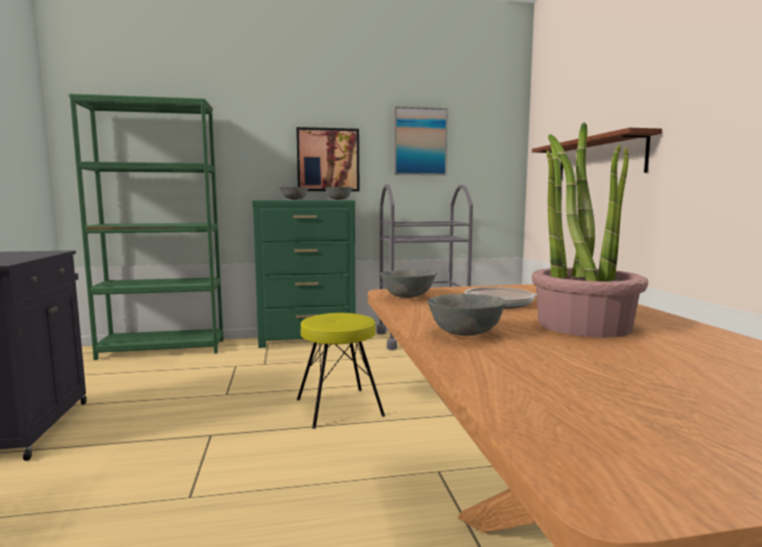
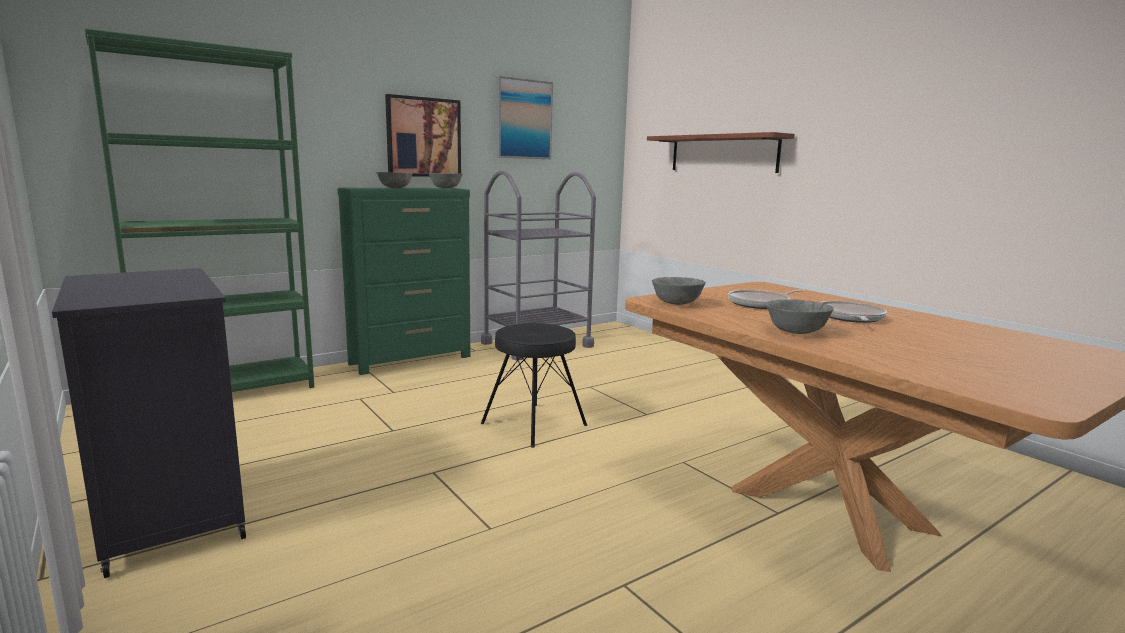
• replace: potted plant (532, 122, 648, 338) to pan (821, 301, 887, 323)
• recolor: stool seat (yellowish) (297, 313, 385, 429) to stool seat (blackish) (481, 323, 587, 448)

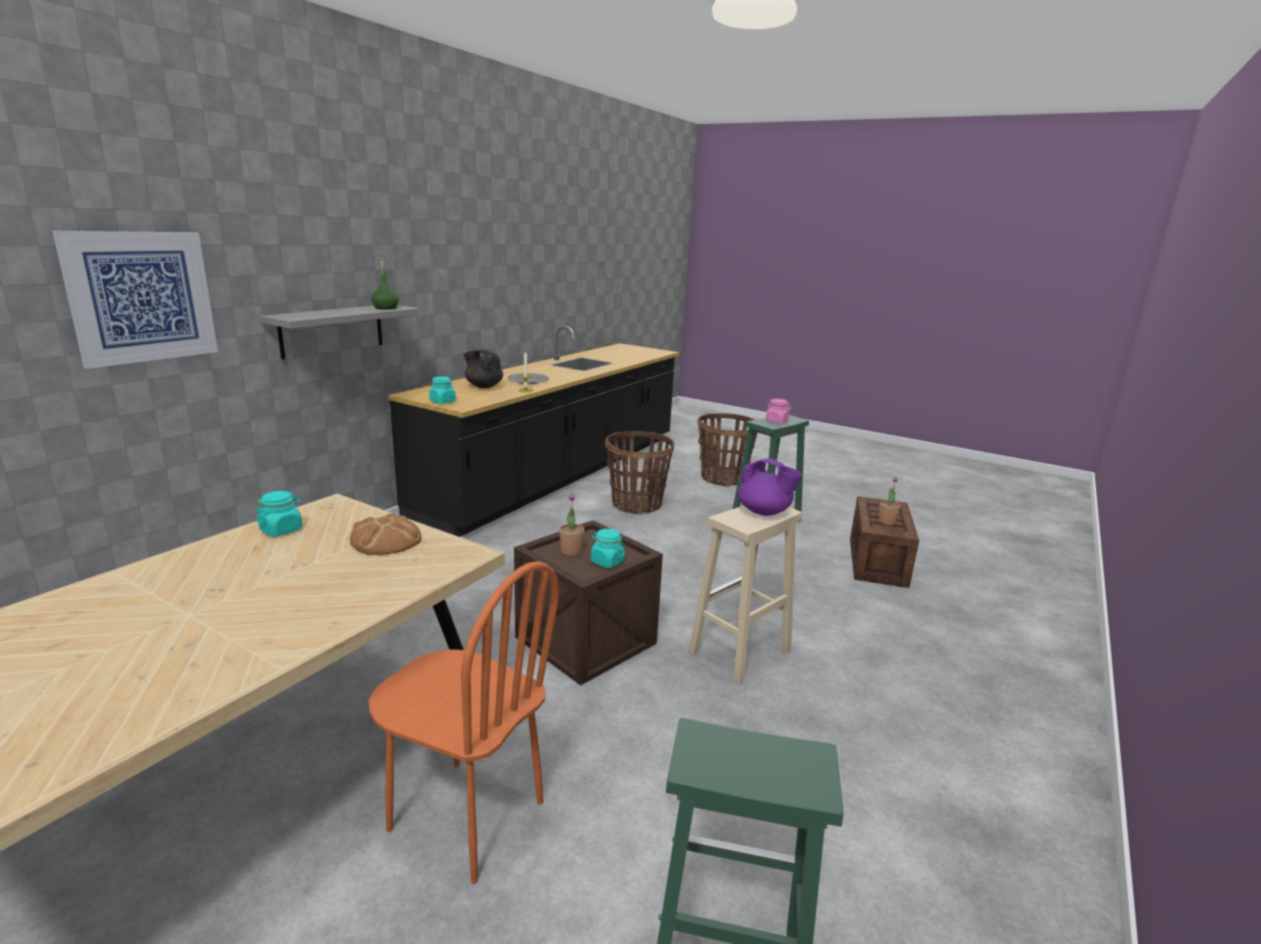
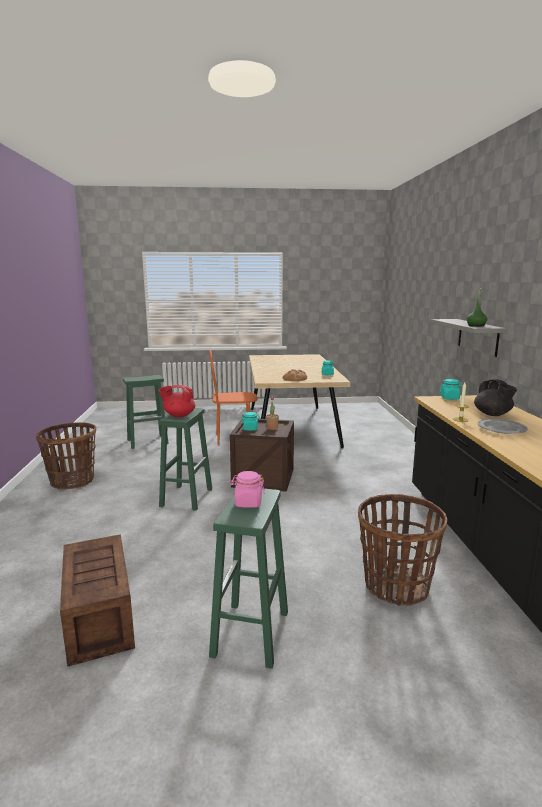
• delete: wall art (52, 231, 218, 369)
• rotate: tea pot (blackish) (463, 350, 503, 388) = (474, 379, 517, 416) 75 degrees clockwise
• move: storage basket (697, 413, 758, 487) to (36, 422, 96, 489)
• recolor: tea pot (purple) (738, 458, 802, 516) to tea pot (red) (159, 385, 195, 417)
• delete: potted plant (879, 477, 900, 525)
• recolor: stool seat (beige-coloured) (688, 505, 802, 684) to stool seat (green) (159, 408, 212, 511)

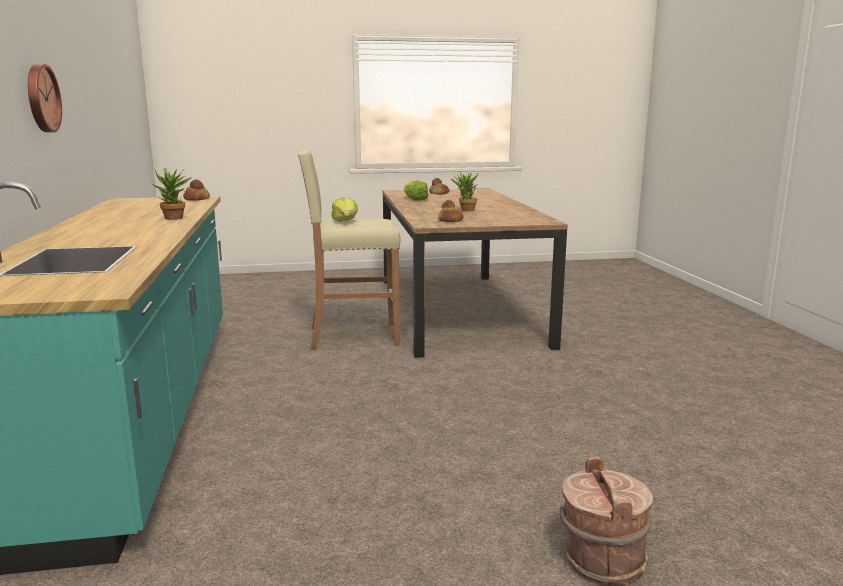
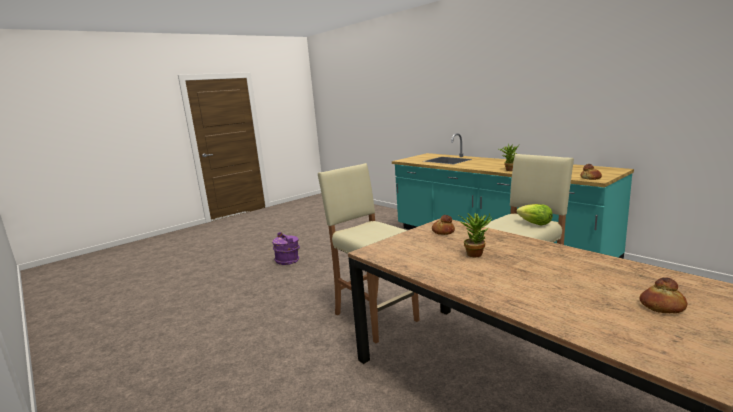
• delete: hanging clock (28, 64, 62, 132)
• delete: head of lettuce (404, 180, 429, 201)
• recolor: pail (brown) (559, 456, 653, 585) to pail (purple) (272, 232, 300, 265)
• insert: stool seat (beige-coloured) (318, 163, 420, 343)

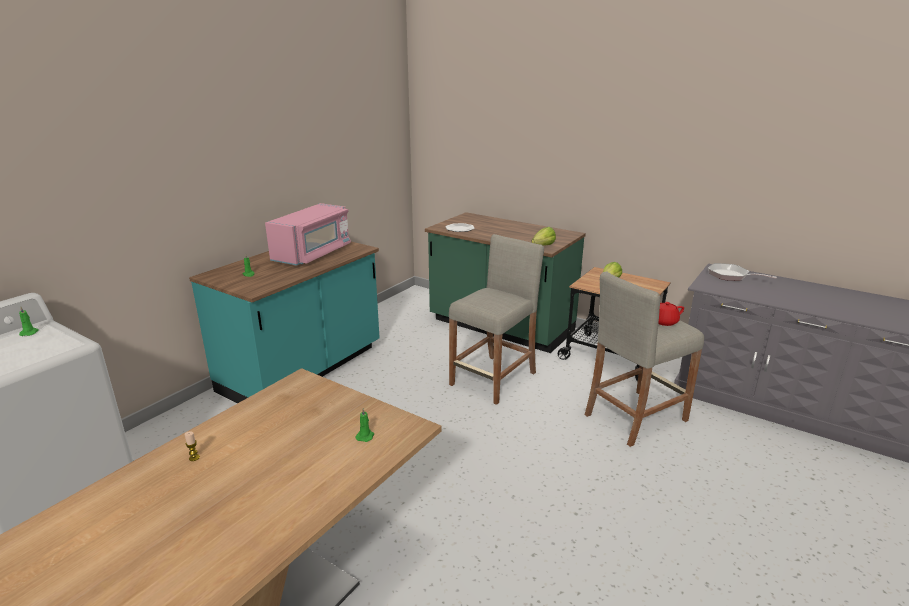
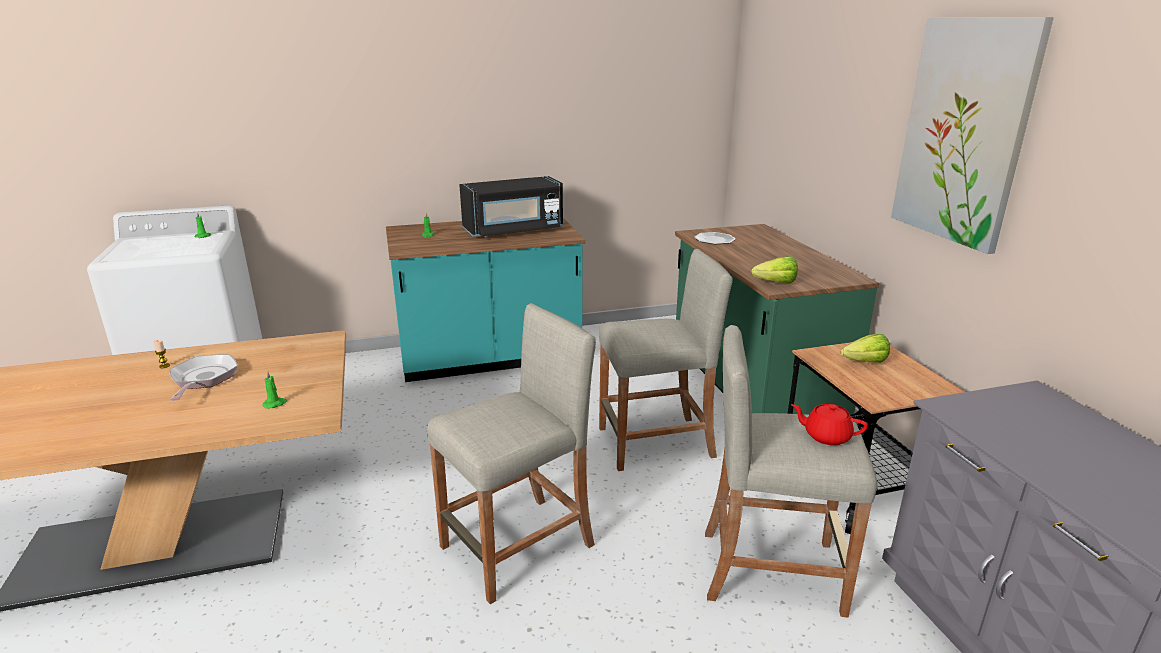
• recolor: microwave (pink-coloured) (265, 203, 351, 266) to microwave (blackish) (459, 176, 563, 238)
• move: pan (708, 263, 777, 281) to (169, 354, 238, 401)
• insert: wall art (891, 17, 1054, 254)
• insert: stool seat (beige-coloured) (427, 303, 596, 604)

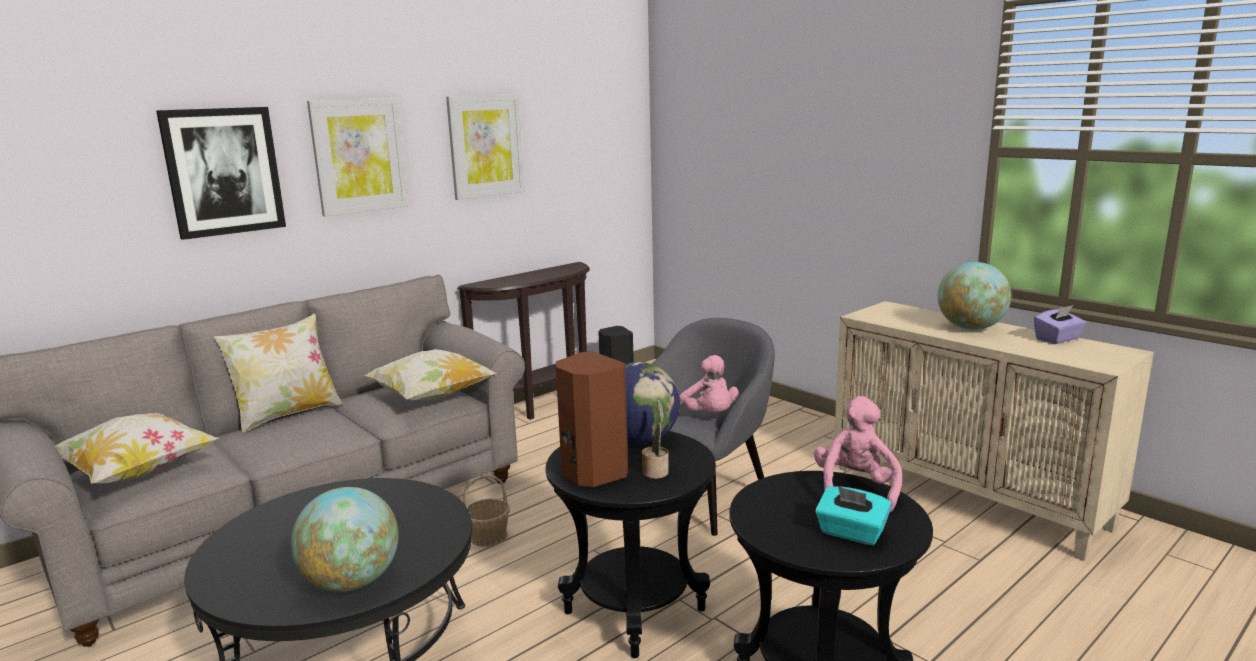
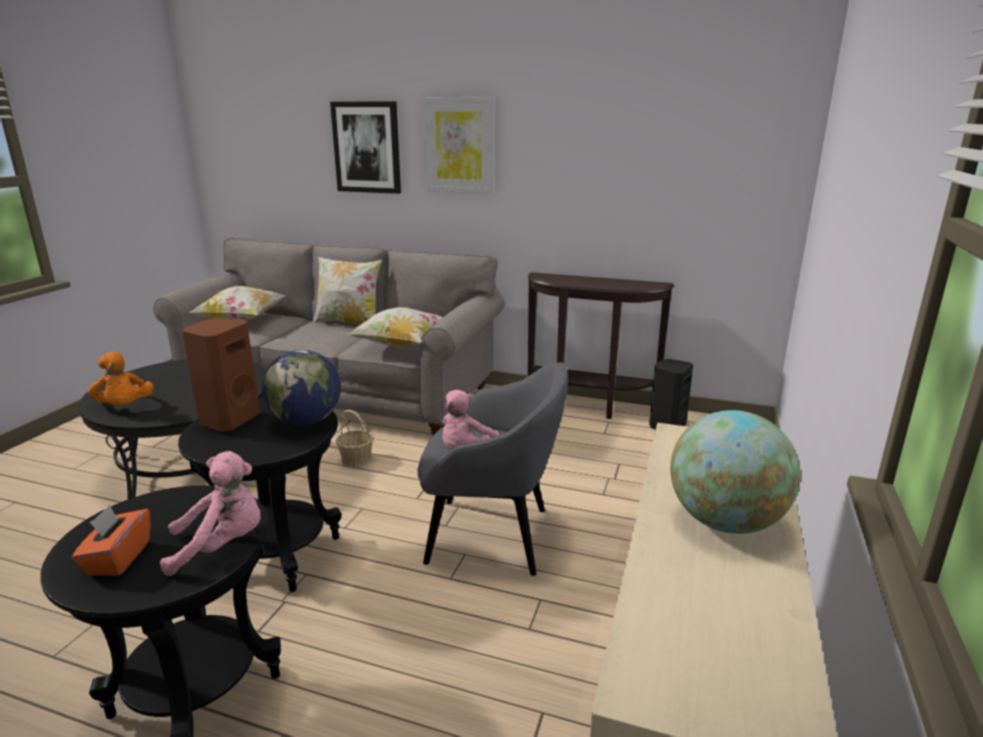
• delete: wall art (446, 94, 525, 200)
• delete: box of tissues (purple) (1034, 305, 1086, 344)
• delete: potted plant (642, 399, 669, 479)
• recolor: box of tissues (turquoise-coloured) (815, 486, 892, 546) to box of tissues (orange) (72, 505, 150, 576)
• replace: world globe (291, 487, 399, 592) to cuddly toy (orange) (88, 352, 154, 405)

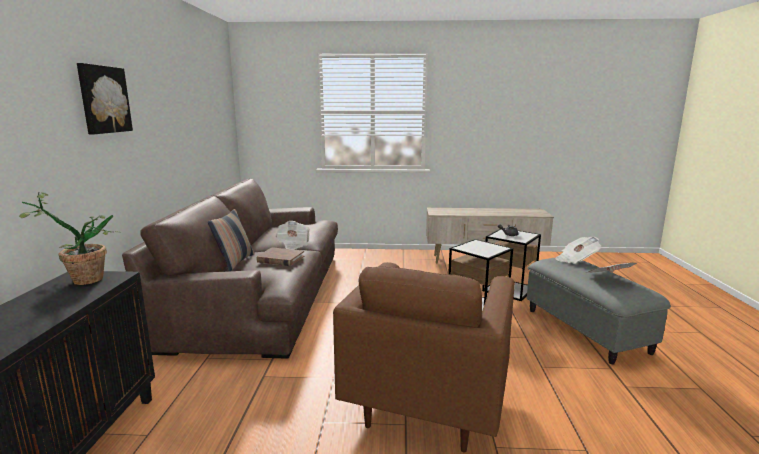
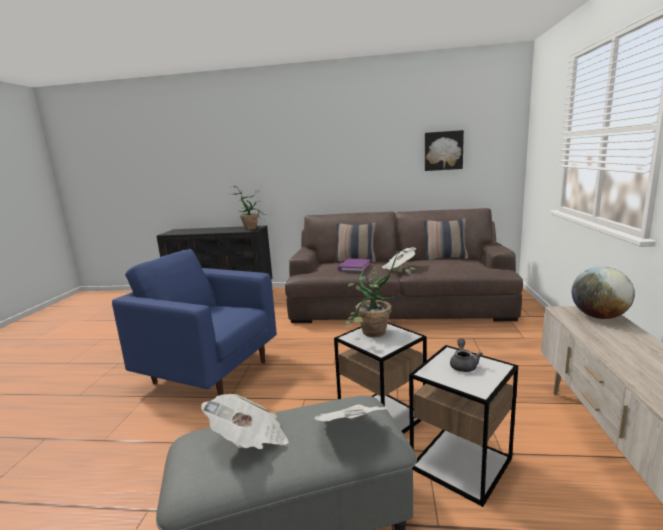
• move: wall art (77, 63, 133, 134) to (425, 130, 464, 171)
• recolor: volume (brown) (256, 247, 305, 266) to volume (purple) (337, 259, 371, 272)
• recolor: armchair (brown) (333, 262, 515, 452) to armchair (blue-coloured) (112, 249, 277, 396)
• insert: cushion (424, 218, 468, 260)
• insert: potted plant (345, 251, 417, 337)
• insert: world globe (572, 267, 635, 319)

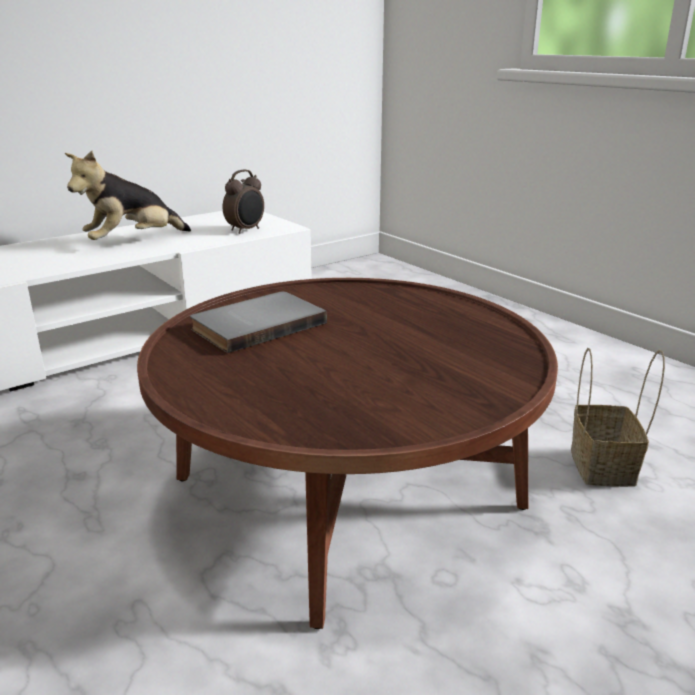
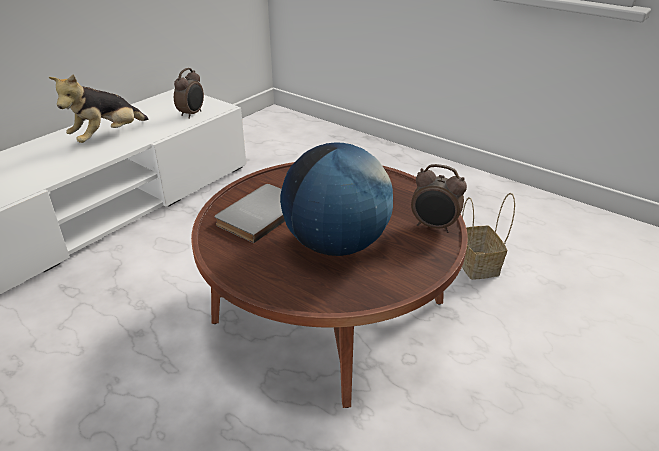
• insert: world globe (280, 142, 393, 256)
• insert: bedside clock (411, 164, 467, 233)

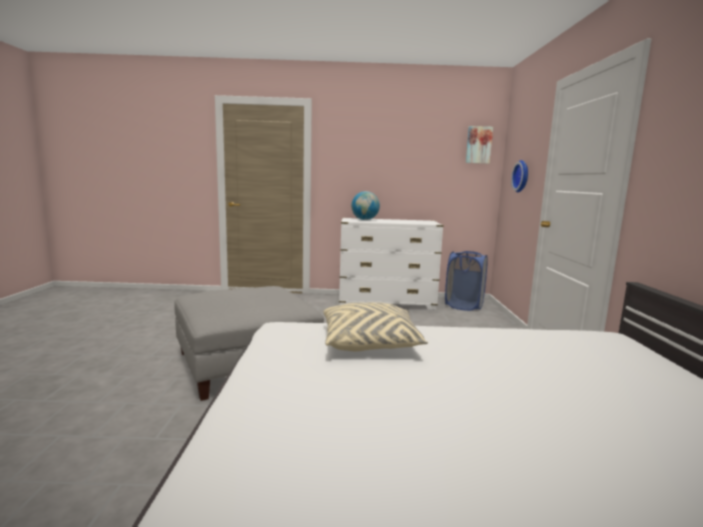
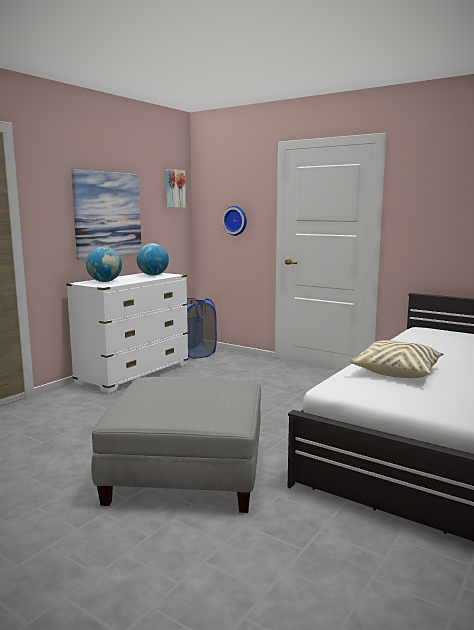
• insert: wall art (71, 169, 141, 260)
• insert: world globe (137, 243, 169, 276)

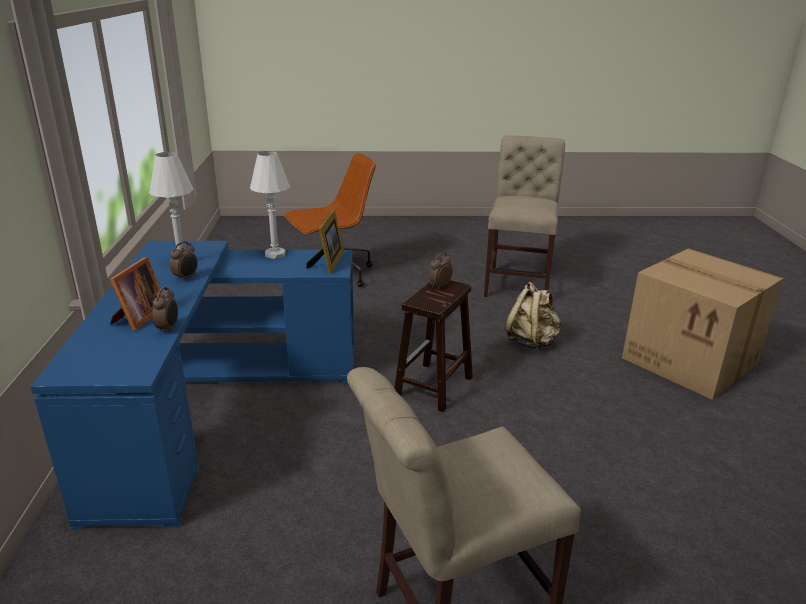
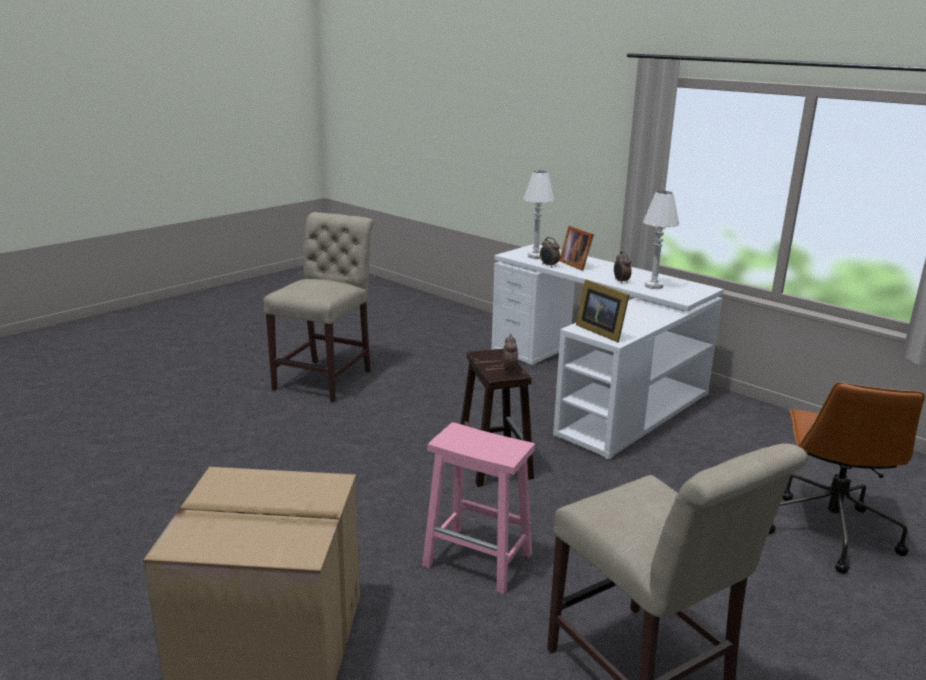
• move: table lamp (white-coloured) (250, 151, 290, 259) to (523, 171, 555, 259)
• recolor: desk unit (blue-coloured) (30, 241, 354, 529) to desk unit (white-coloured) (491, 244, 724, 461)
• replace: rucksack (beige-coloured) (505, 282, 561, 349) to stool seat (pink-coloured) (422, 422, 535, 594)

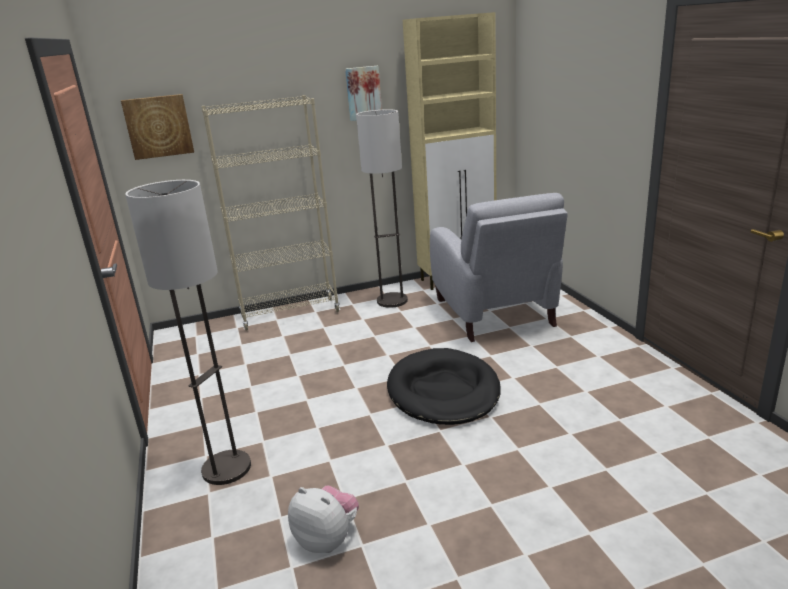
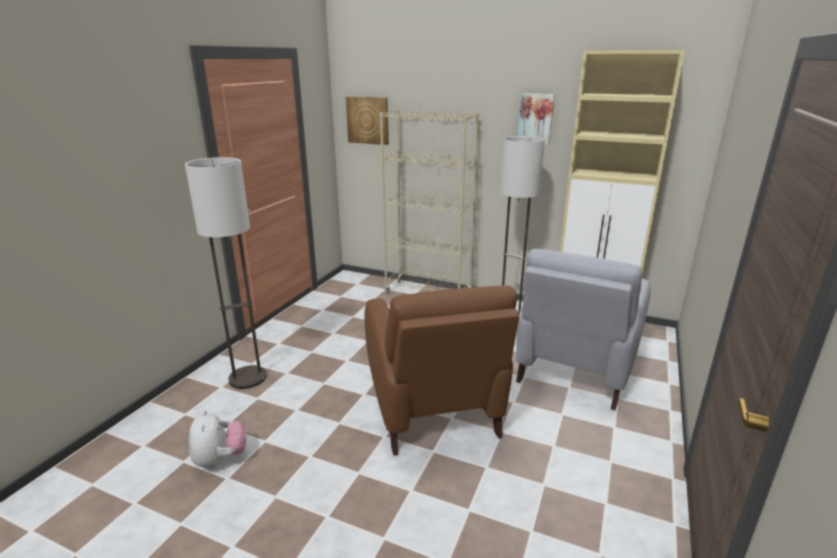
• replace: dog cushion (blackish) (387, 348, 501, 425) to armchair (brown) (364, 285, 519, 455)

